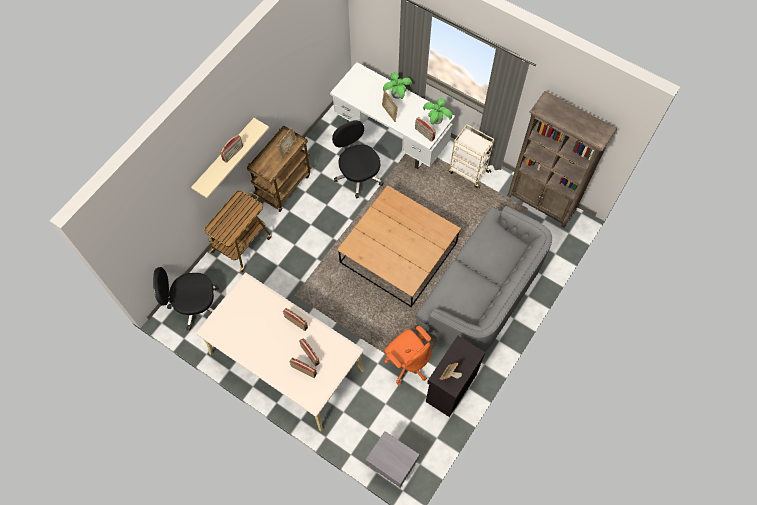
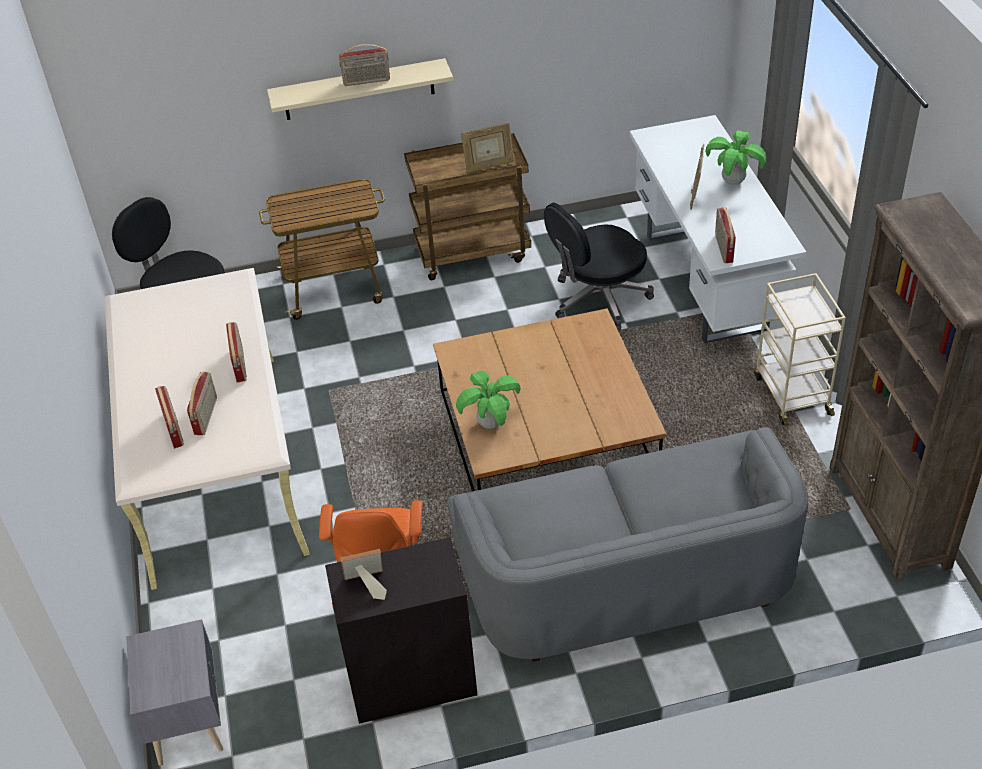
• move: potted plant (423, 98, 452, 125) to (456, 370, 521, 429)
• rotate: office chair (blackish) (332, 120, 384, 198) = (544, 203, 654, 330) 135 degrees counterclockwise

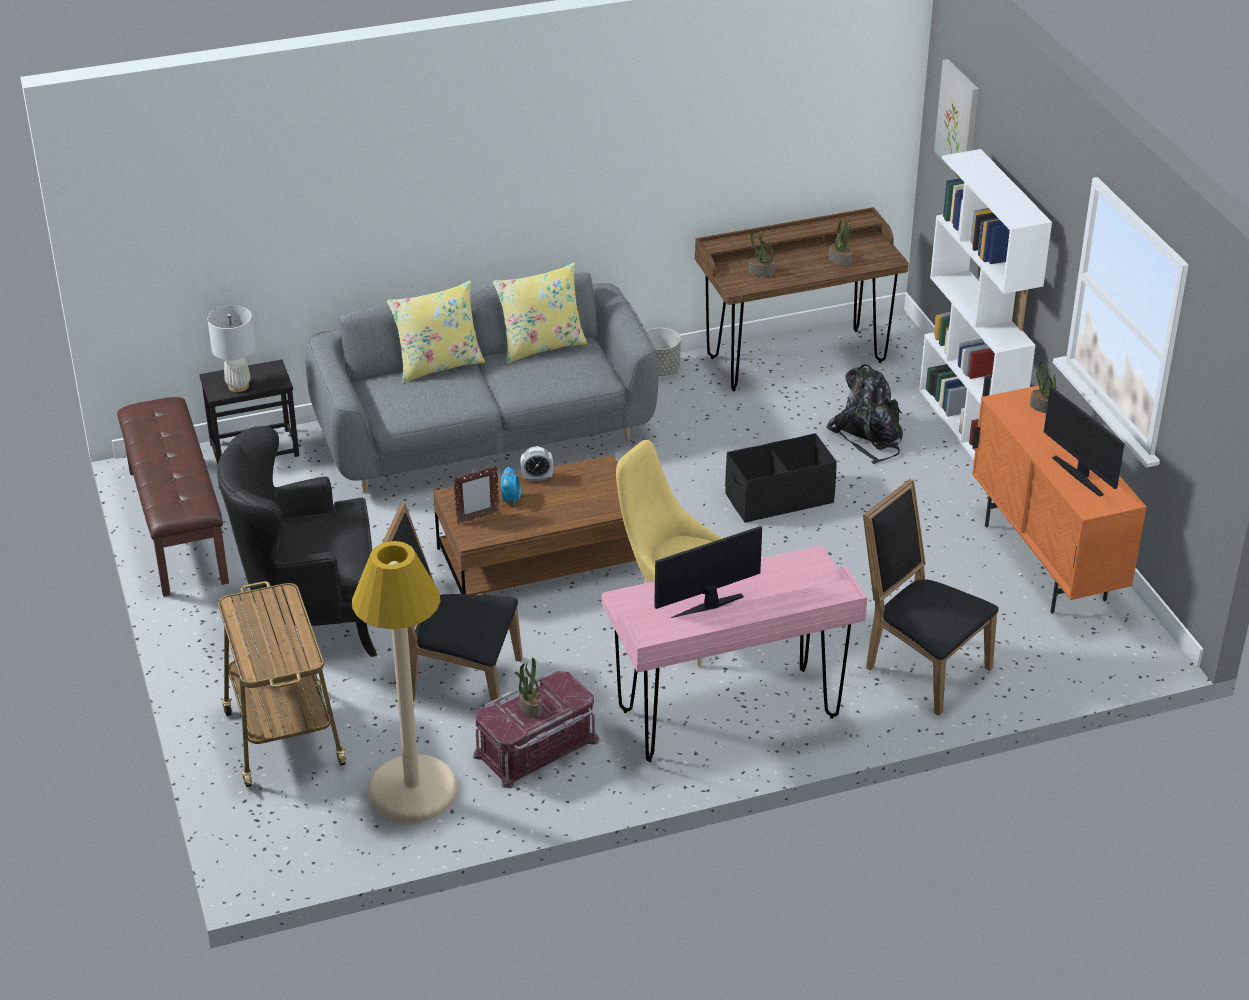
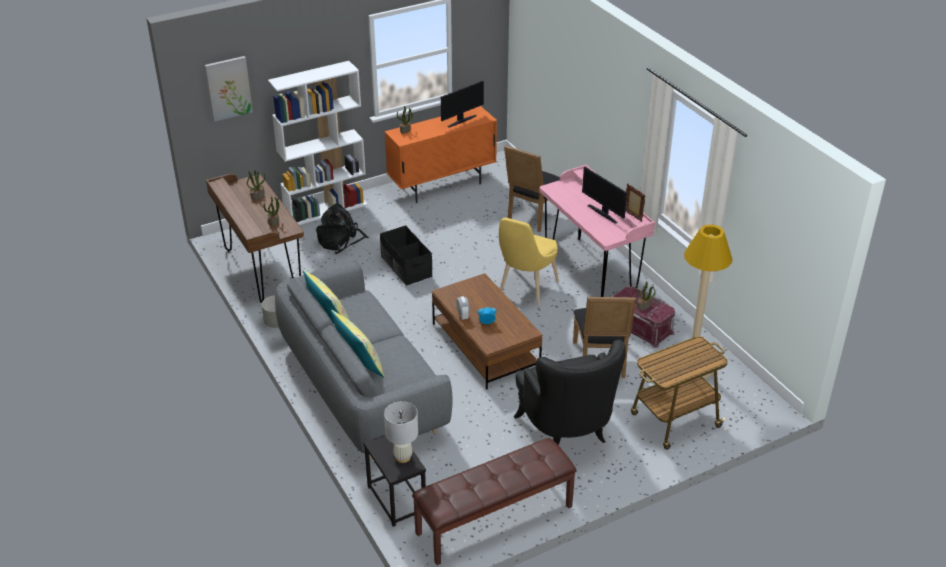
• move: picture frame (453, 465, 499, 523) to (625, 183, 646, 222)

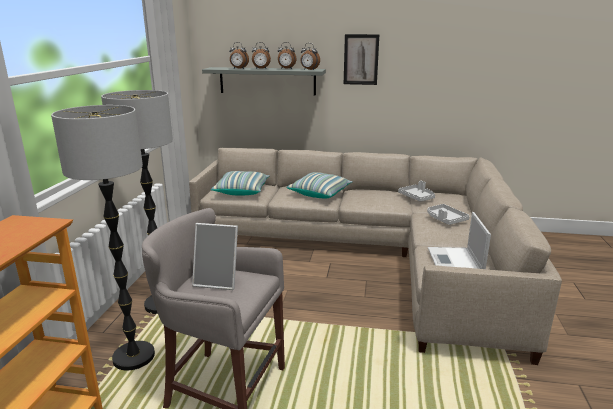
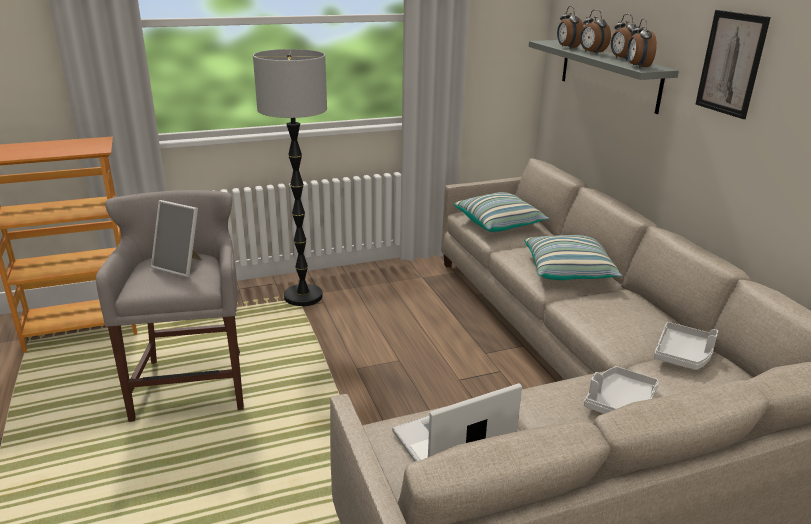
• delete: floor lamp (51, 105, 155, 370)
• rotate: picture frame (192, 223, 238, 290) = (151, 200, 203, 277) 45 degrees counterclockwise

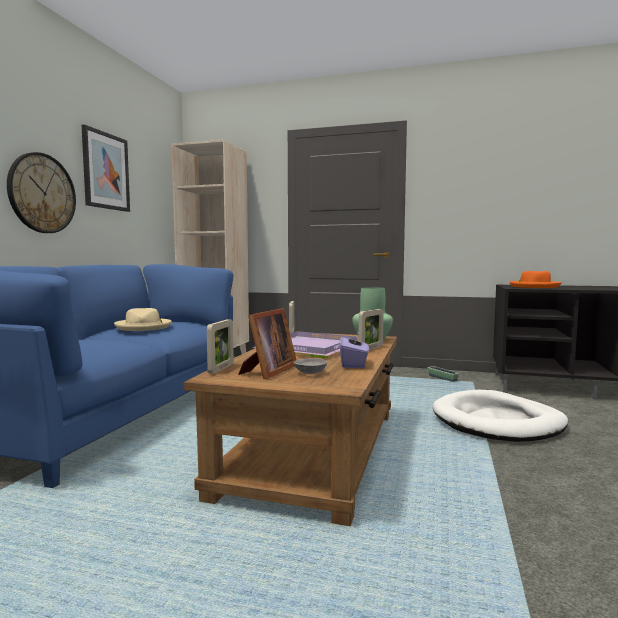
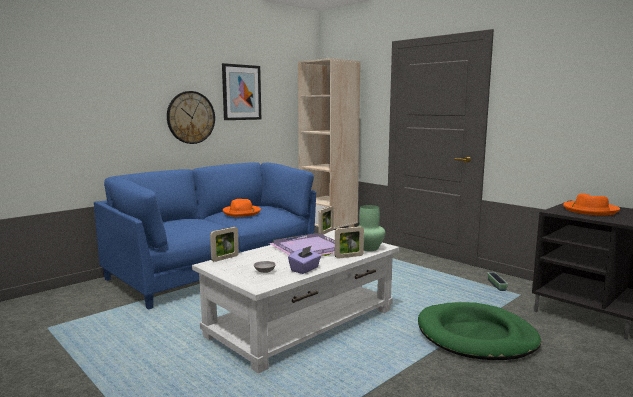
• recolor: hat (beige-coloured) (114, 308, 172, 331) to hat (orange) (223, 199, 261, 217)
• delete: picture frame (239, 308, 296, 379)
• recolor: coffee table (brown) (184, 333, 397, 526) to coffee table (white-coloured) (192, 230, 399, 373)
• recolor: dog cushion (white-coloured) (433, 390, 568, 442) to dog cushion (green) (418, 302, 541, 360)

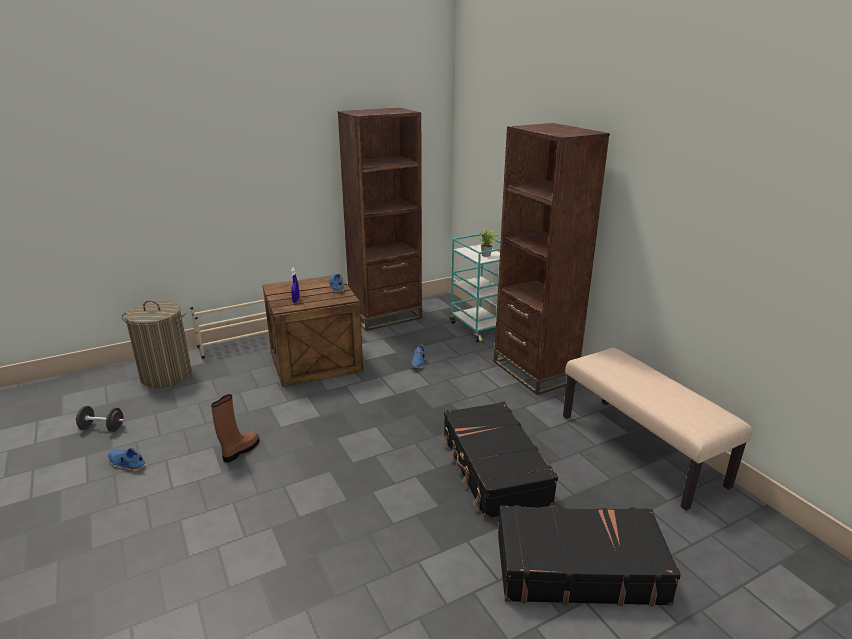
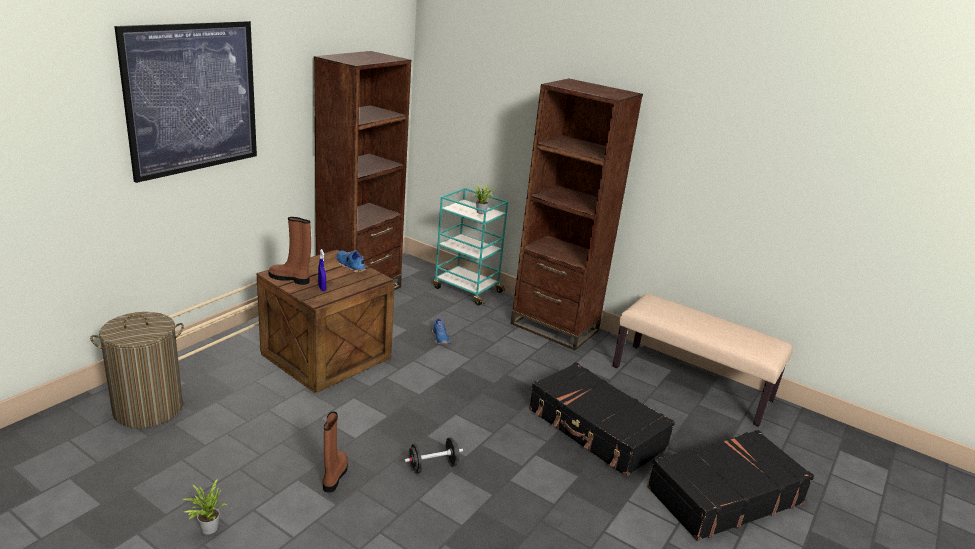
• move: free weight (blackish) (75, 406, 124, 432) to (404, 437, 463, 474)
• replace: low shoe (blue-coloured) (108, 448, 147, 472) to potted plant (182, 478, 228, 534)
• insert: wall art (114, 21, 257, 183)
• insert: tall boot (brown) (268, 217, 311, 285)

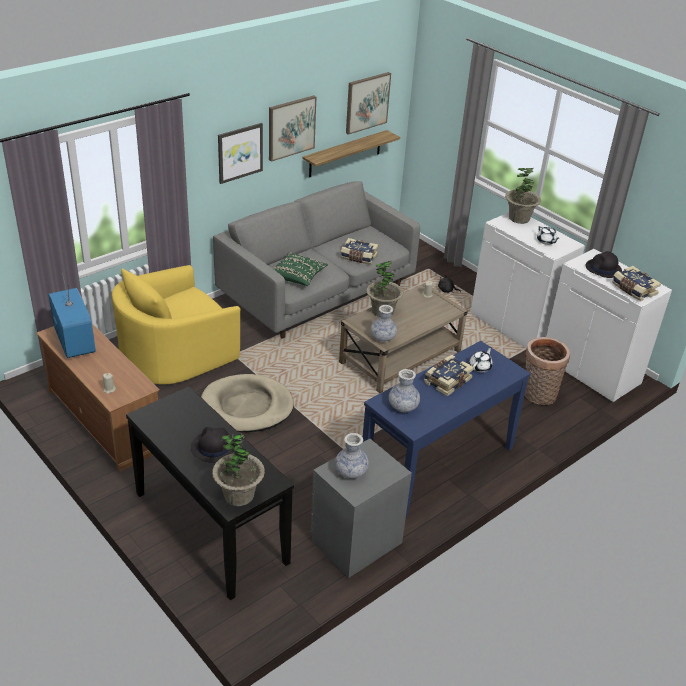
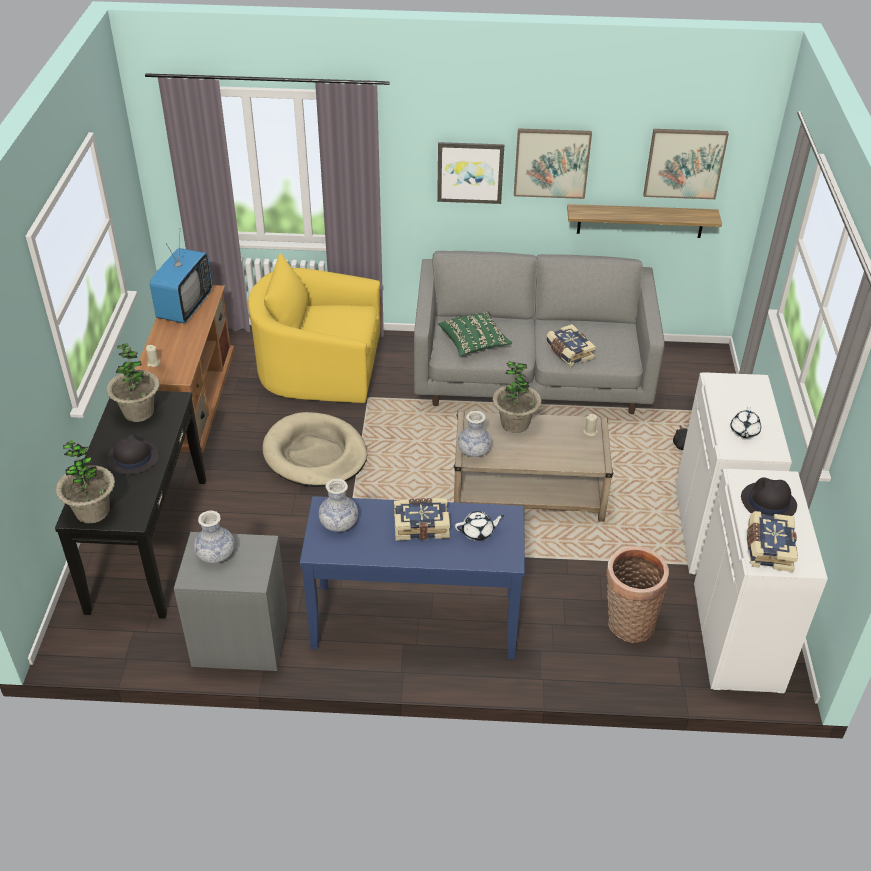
• move: potted plant (505, 168, 541, 224) to (106, 343, 160, 422)

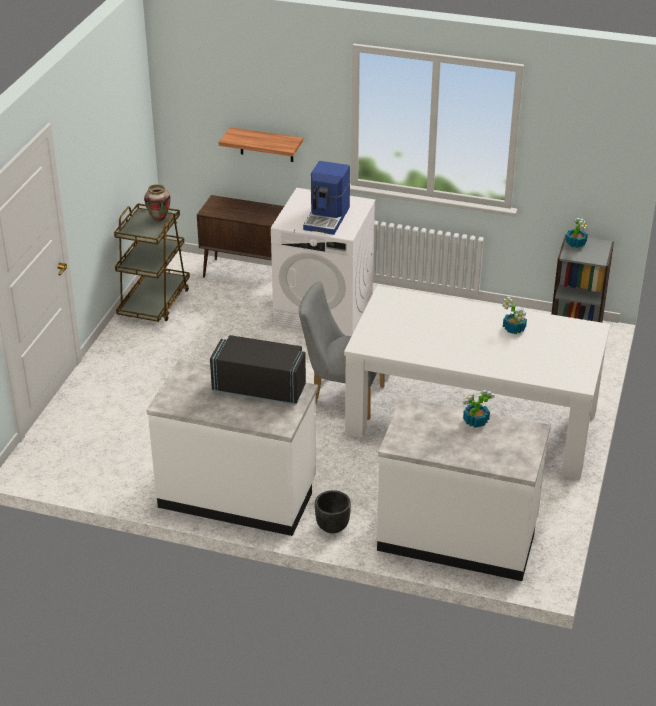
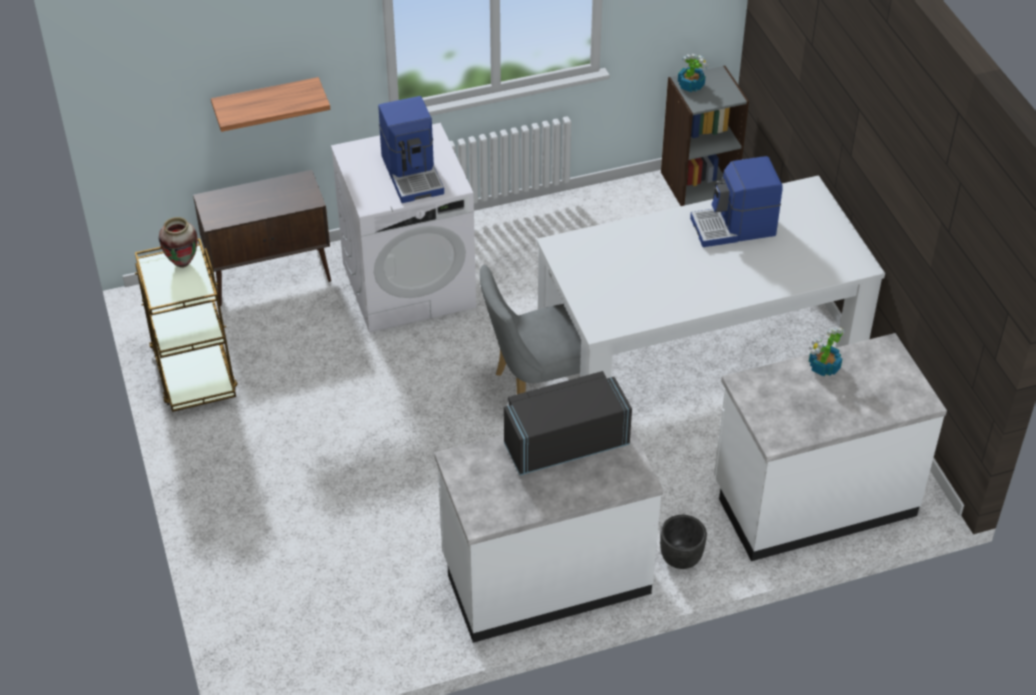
• replace: potted plant (502, 297, 527, 334) to coffee maker (690, 156, 783, 247)

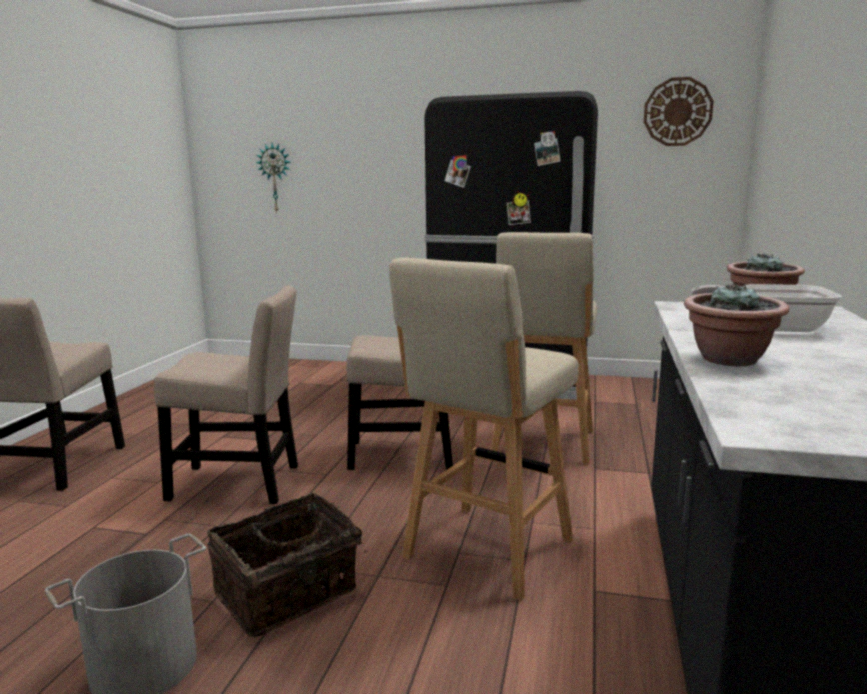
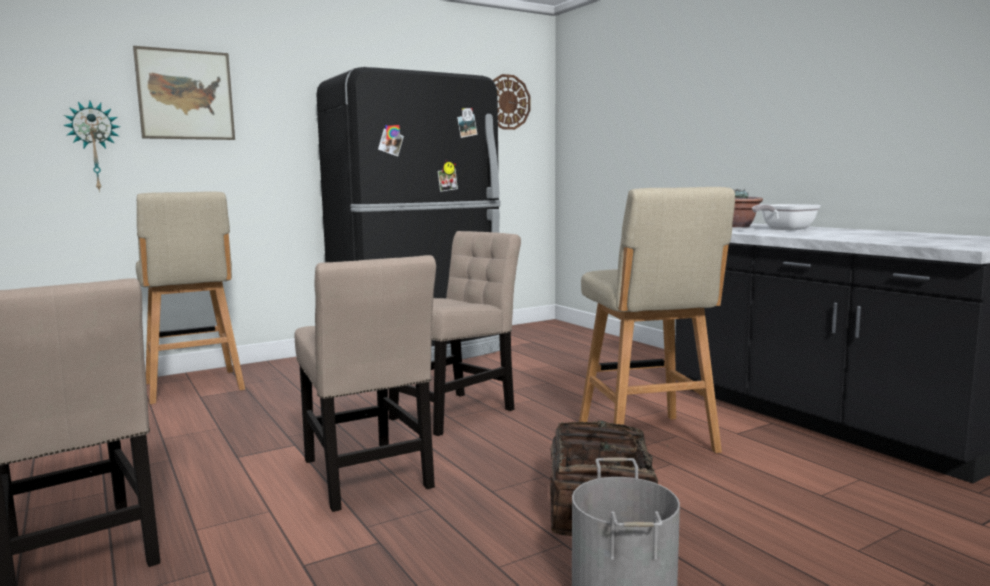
• move: stool seat (beige-coloured) (491, 232, 597, 464) to (136, 192, 245, 404)
• delete: potted plant (684, 284, 789, 366)
• rotate: upright chair (beige-coloured) (154, 285, 298, 504) = (295, 255, 436, 512) 105 degrees clockwise
• insert: wall art (133, 46, 235, 140)

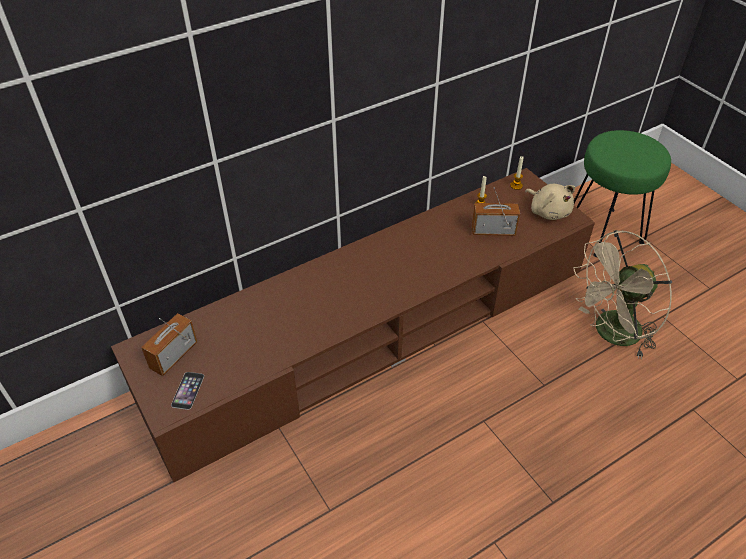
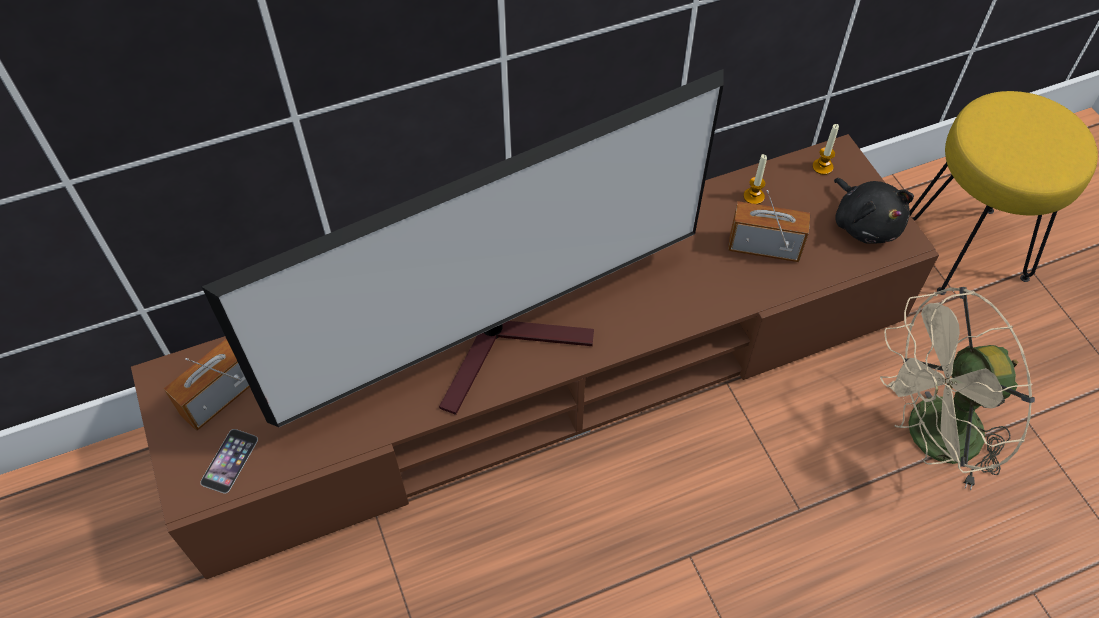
• recolor: stool seat (green) (574, 130, 671, 257) to stool seat (yellowish) (910, 91, 1098, 295)
• recolor: cuddly toy (beige-coloured) (525, 184, 575, 220) to cuddly toy (blackish) (834, 178, 914, 244)
• insert: television (202, 69, 724, 427)

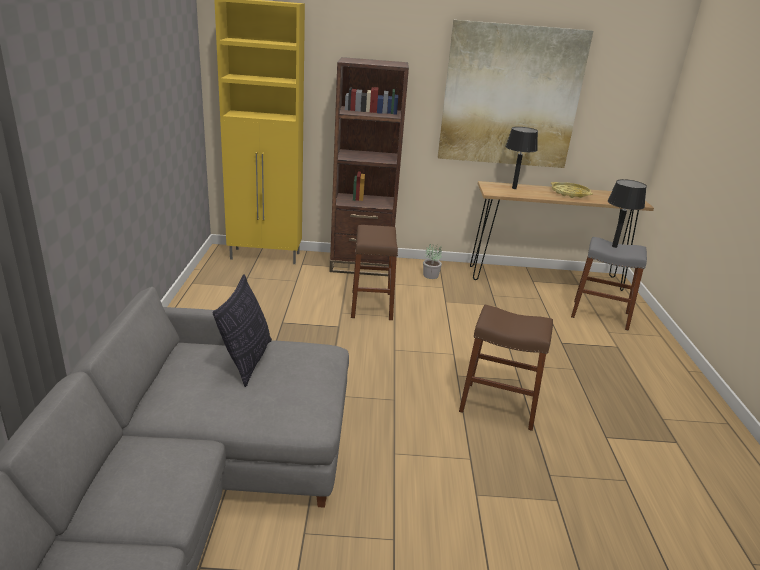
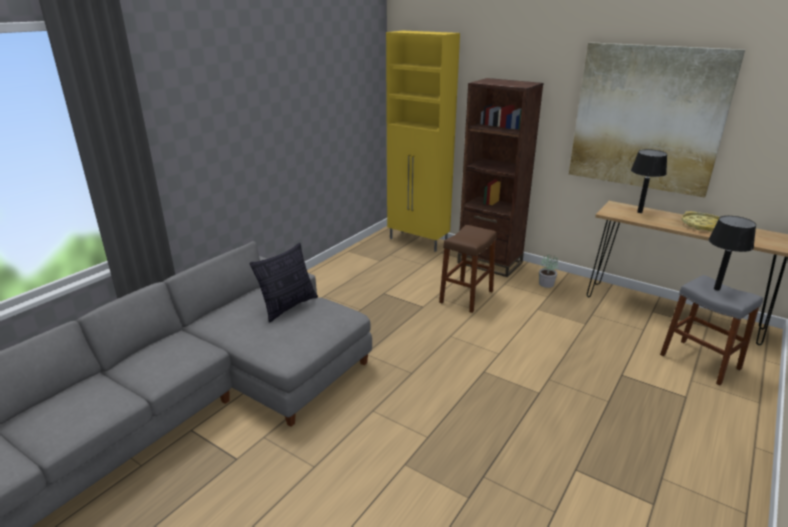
• delete: stool seat (brown) (459, 305, 553, 431)

